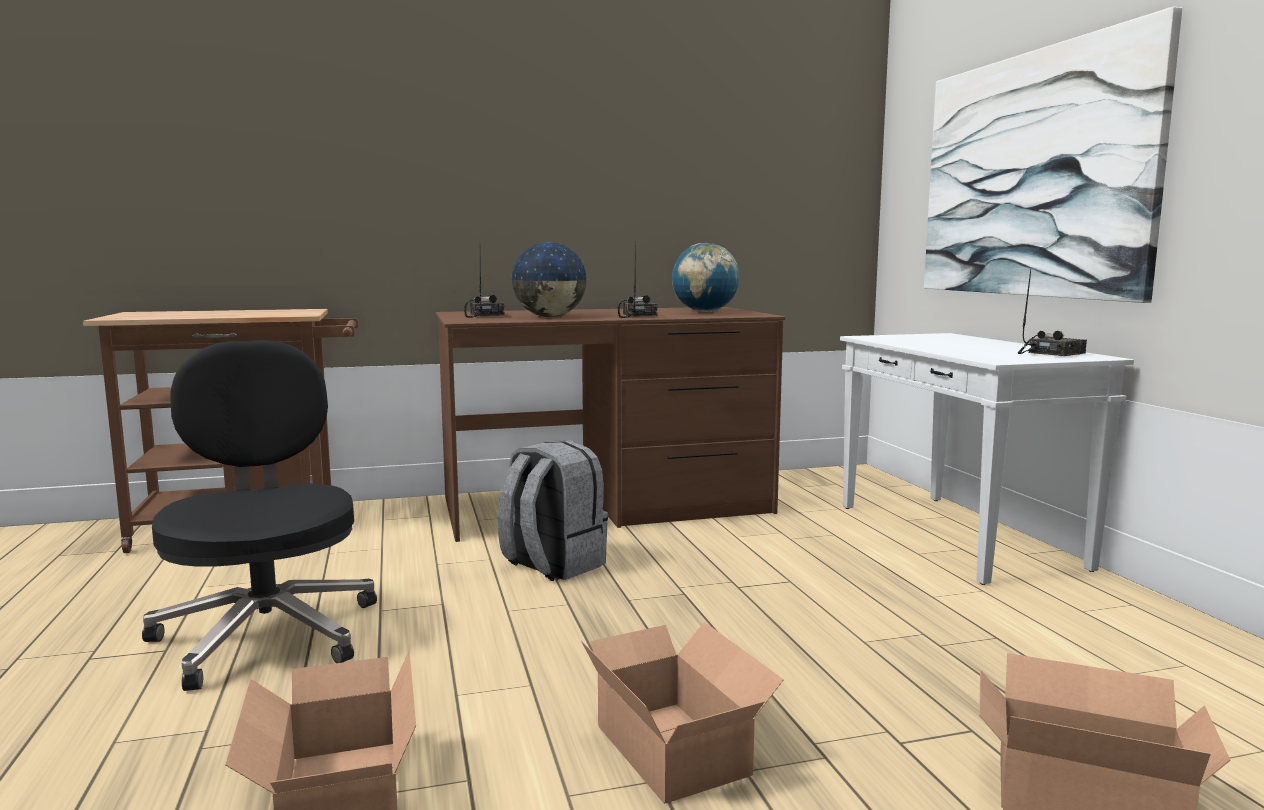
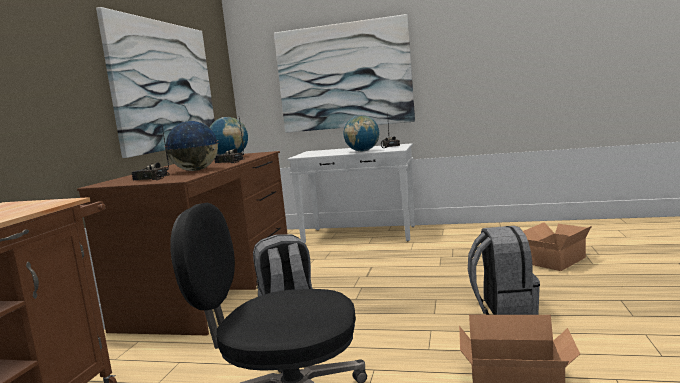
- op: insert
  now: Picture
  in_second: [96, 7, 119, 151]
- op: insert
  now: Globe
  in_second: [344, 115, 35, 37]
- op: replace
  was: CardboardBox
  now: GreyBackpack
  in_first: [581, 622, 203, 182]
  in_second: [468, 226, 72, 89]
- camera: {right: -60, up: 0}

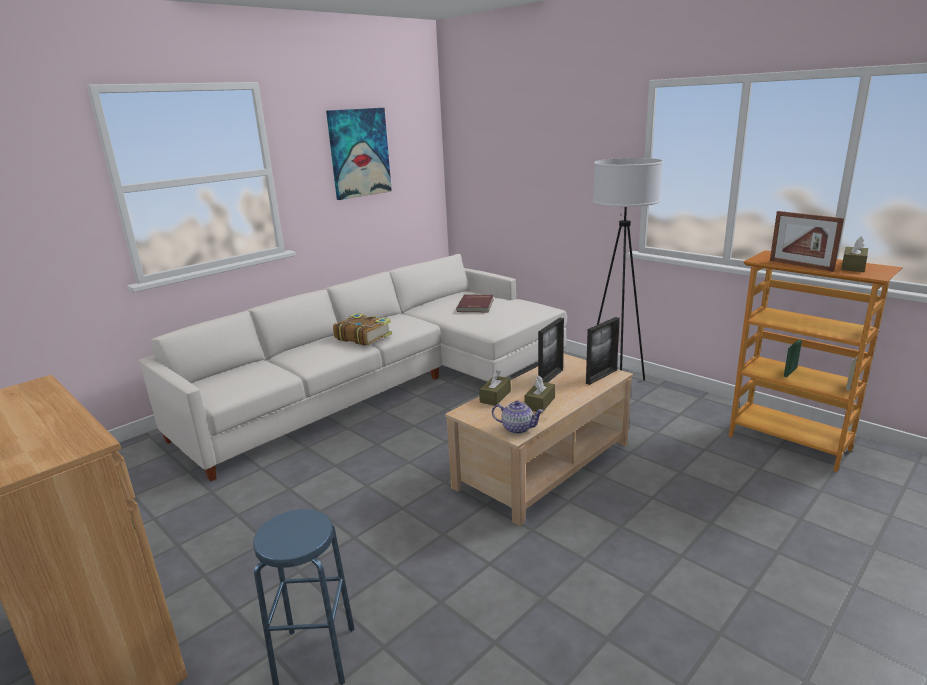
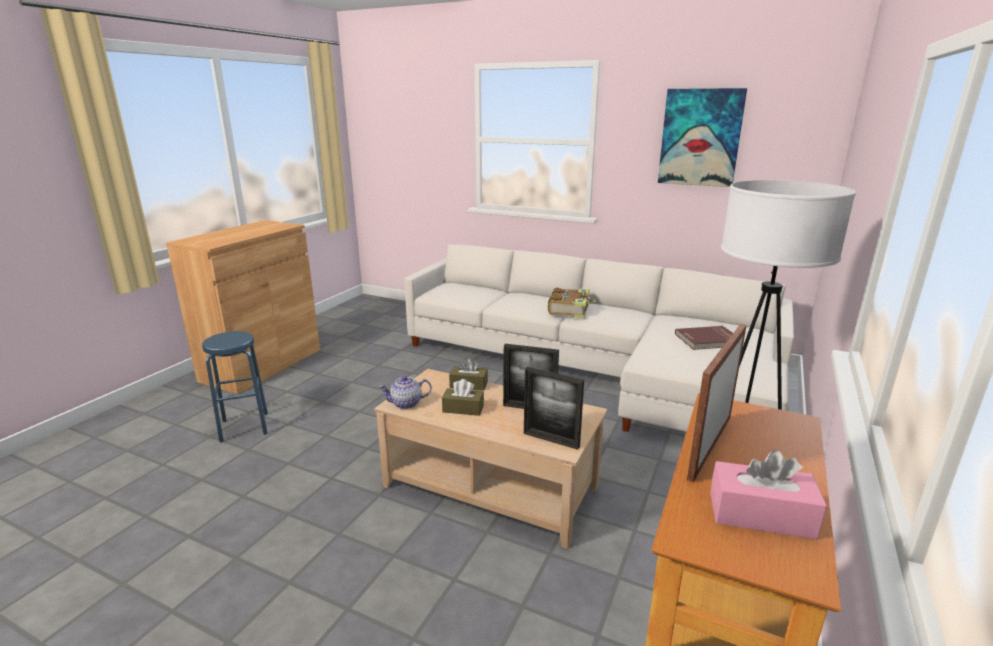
- op: rotate
  was: Teapot
  in_first: [492, 400, 52, 34]
  in_second: [378, 376, 54, 33]
  clockwise: 75
- op: recolor
  was: BrownTissueBox
  now: PinkTissueBox
  in_first: [841, 236, 27, 36]
  in_second: [710, 450, 117, 89]
- camera: {right: 70, up: 0}

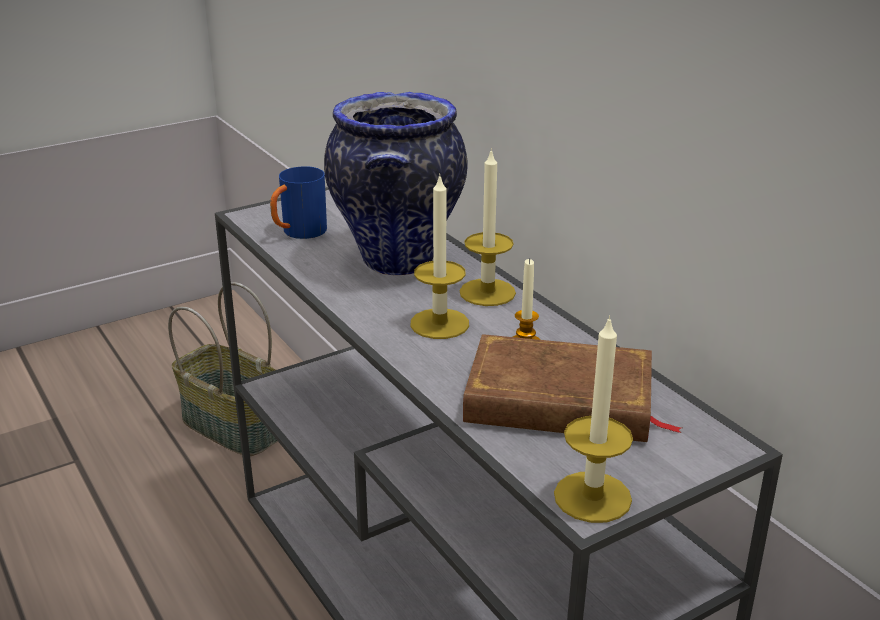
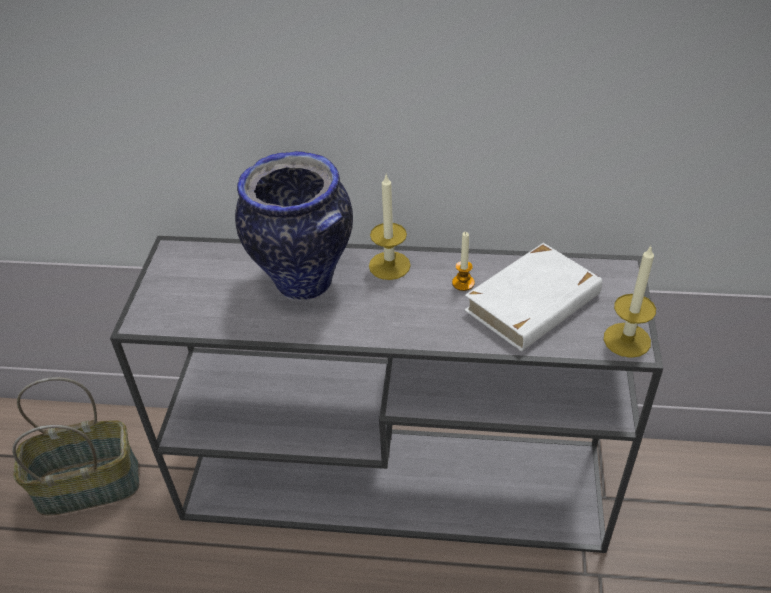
- op: recolor
  was: BrownBook
  now: WhiteBook
  in_first: [463, 334, 218, 108]
  in_second: [465, 243, 137, 108]
- op: delete
  was: BlueMug
  in_first: [270, 166, 57, 73]
- op: delete
  was: Candle
  in_first: [410, 173, 59, 166]
- camera: {right: -50, up: 15}

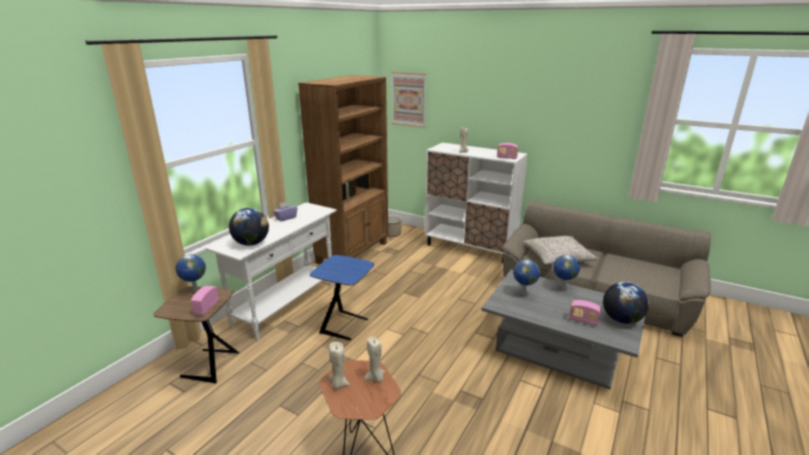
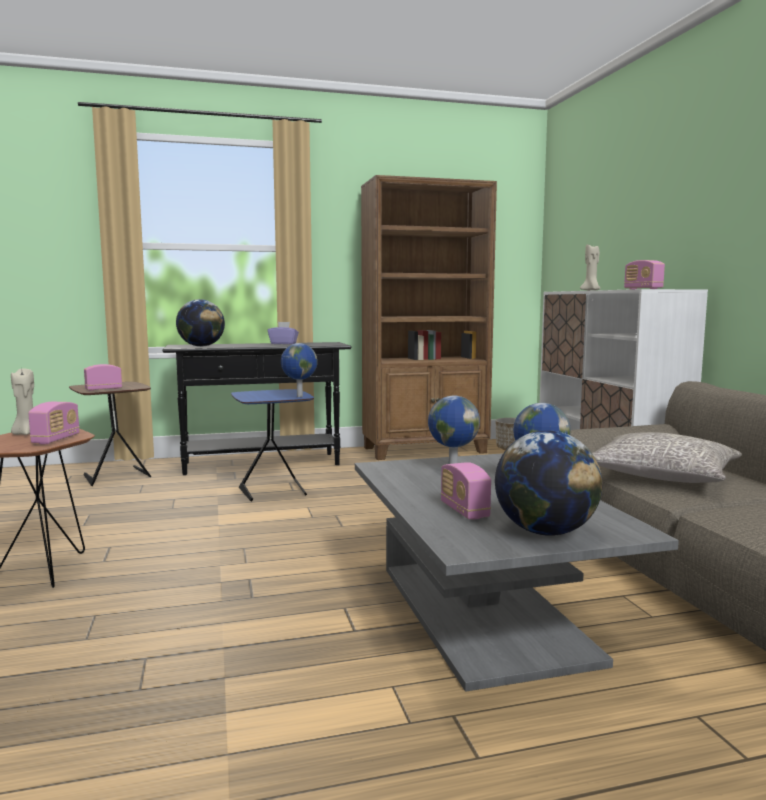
- op: replace
  was: BeigeCandle
  now: Radio
  in_first: [365, 337, 20, 45]
  in_second: [28, 402, 52, 42]
- op: recolor
  was: WhiteConsoleTable
  now: BlackConsoleTable
  in_first: [205, 202, 132, 138]
  in_second: [162, 342, 189, 133]
- op: move
  was: Globe
  in_first: [176, 254, 30, 38]
  in_second: [281, 343, 36, 54]
- op: delete
  was: Picture
  in_first: [391, 72, 35, 56]
- camera: {right: 45, up: -15}

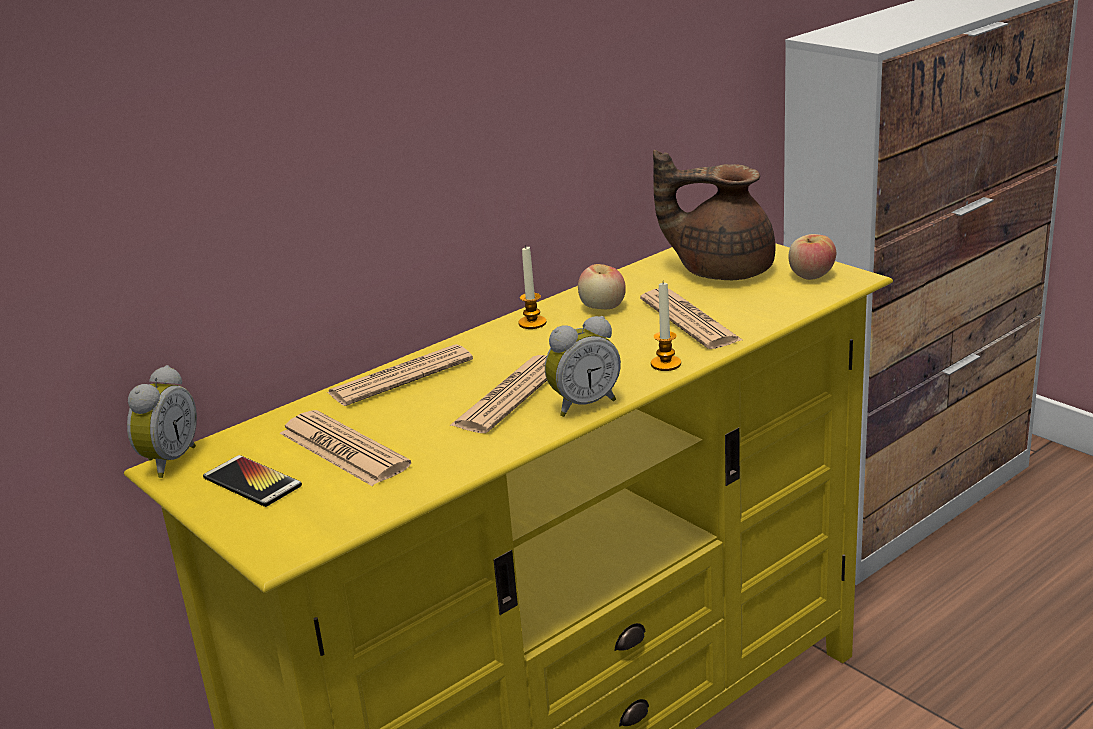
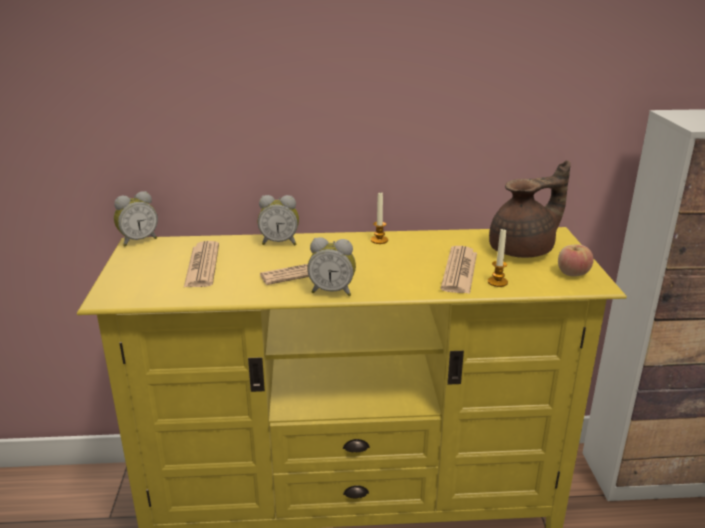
- op: replace
  was: Newspaper
  now: AlarmClock
  in_first: [326, 344, 147, 62]
  in_second: [258, 195, 41, 50]
- op: move
  was: Candle
  in_first: [651, 283, 30, 88]
  in_second: [488, 228, 20, 59]
- op: rotate
  was: BrownTeapot
  in_first: [653, 150, 123, 130]
  in_second: [489, 160, 82, 98]
  clockwise: 105
- op: delete
  was: Phone
  in_first: [203, 455, 99, 52]
- op: delete
  was: Apple
  in_first: [578, 264, 48, 45]
- camera: {right: 35, up: 0}

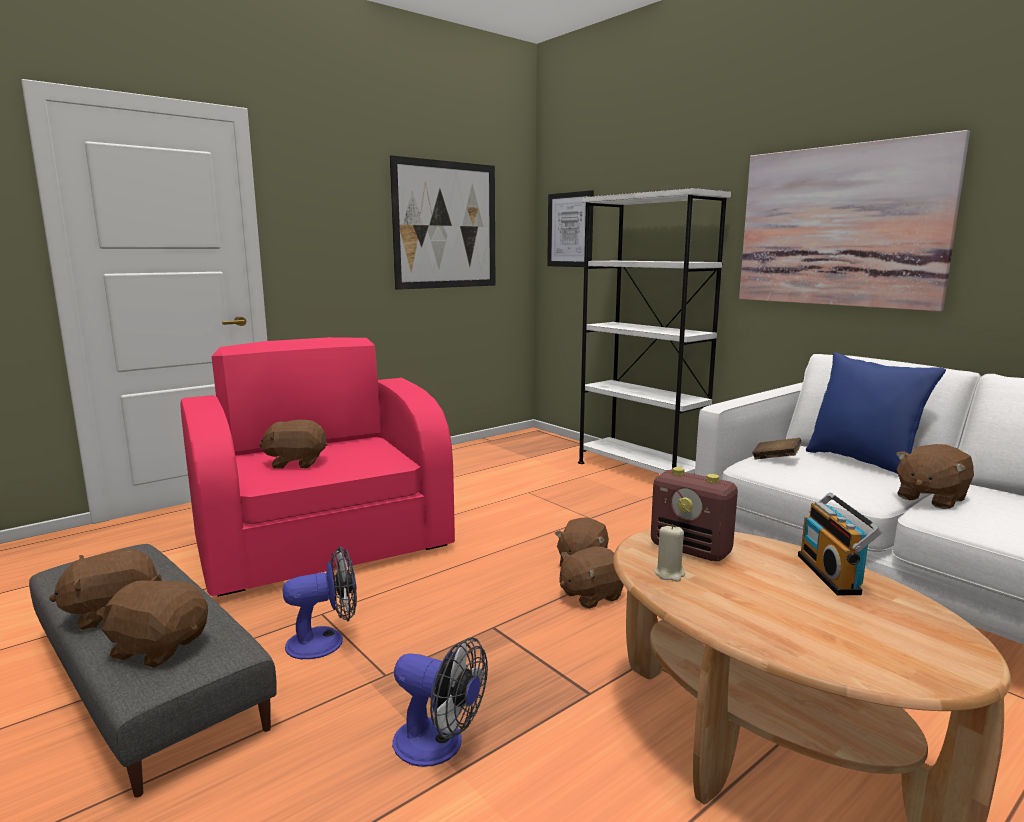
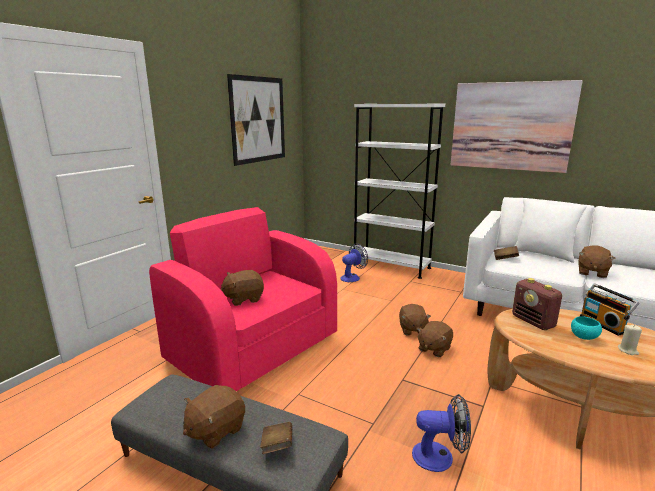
- op: replace
  was: BrownPlushToy
  now: BrownBook
  in_first: [96, 574, 112, 94]
  in_second: [260, 422, 32, 32]
- op: move
  was: Fan
  in_first: [283, 546, 74, 113]
  in_second: [340, 244, 28, 38]
- op: rotate
  was: Radio
  in_first: [651, 467, 87, 94]
  in_second: [512, 278, 50, 52]
  clockwise: 45
- op: recolor
  was: BluePillow
  now: WhitePillow
  in_first: [806, 352, 140, 122]
  in_second: [515, 198, 72, 65]
- op: insert
  now: TurquoiseBowl
  in_second: [571, 316, 31, 24]
- op: move
  was: BeigeCandle
  in_first: [654, 525, 31, 57]
  in_second: [618, 325, 24, 30]
- op: delete
  was: Picture
  in_first: [547, 190, 47, 77]
- camera: {right: -20, up: 5}

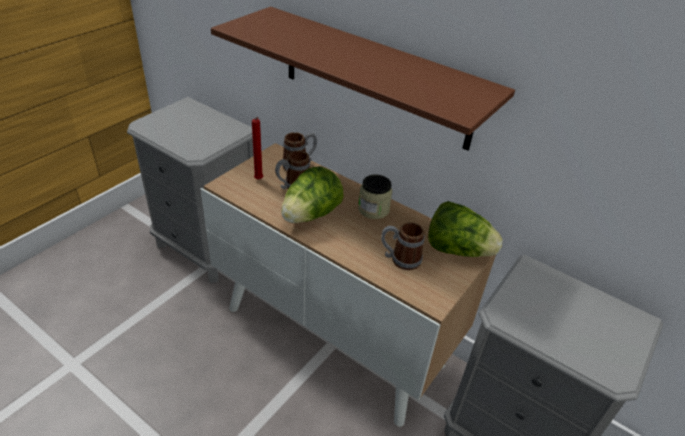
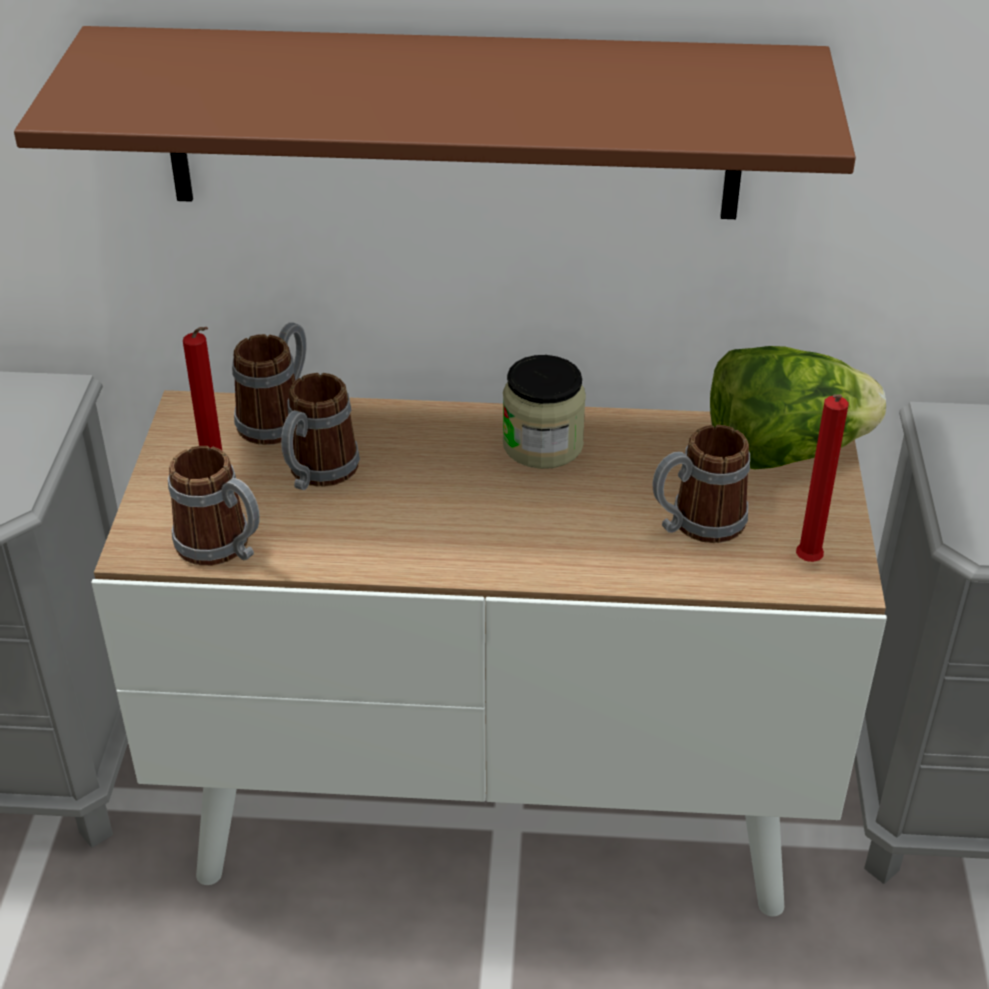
- op: insert
  now: Mug
  in_second: [168, 446, 92, 120]
- op: insert
  now: RedCandle
  in_second: [796, 394, 53, 168]
- op: delete
  was: Lettuce
  in_first: [281, 166, 63, 57]
- camera: {right: -30, up: 0}

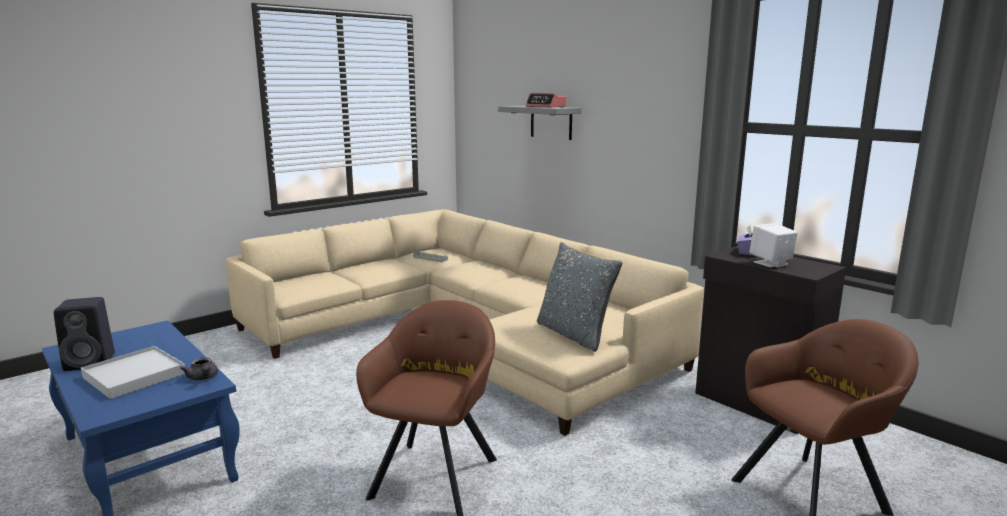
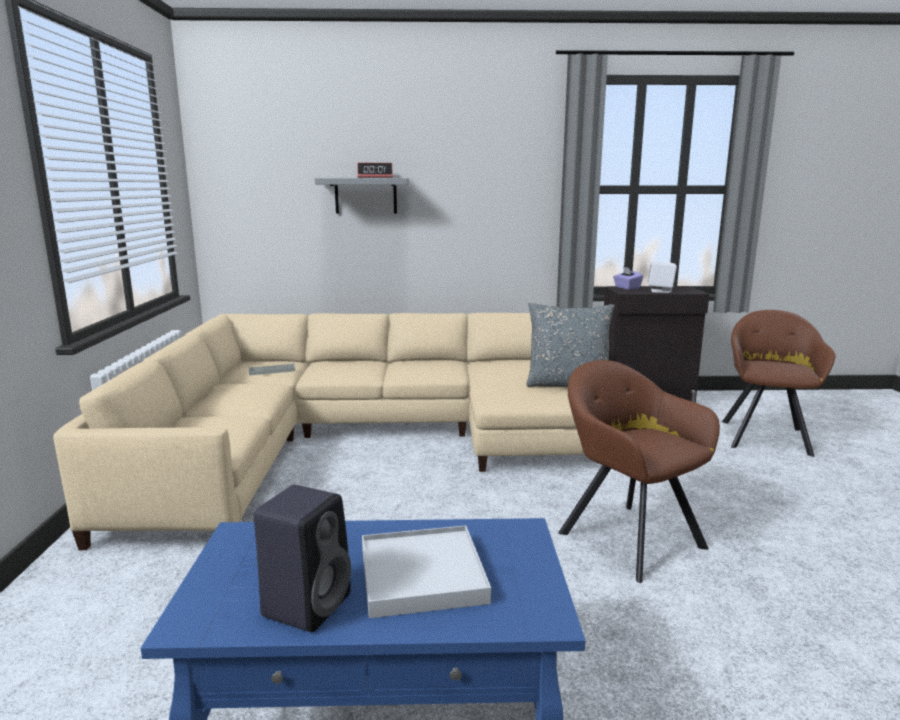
- op: delete
  was: GreyTeapot
  in_first: [180, 357, 38, 23]
- camera: {right: -50, up: 0}

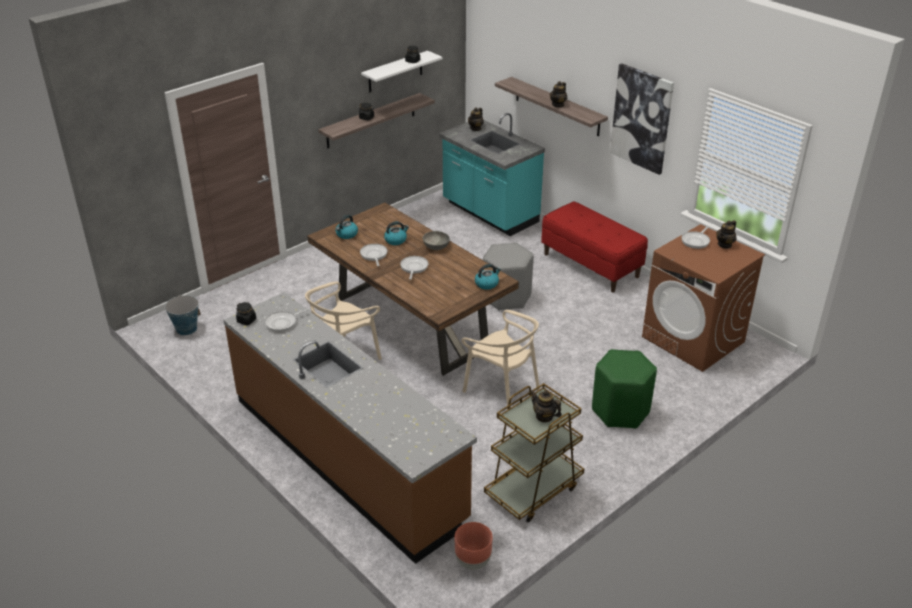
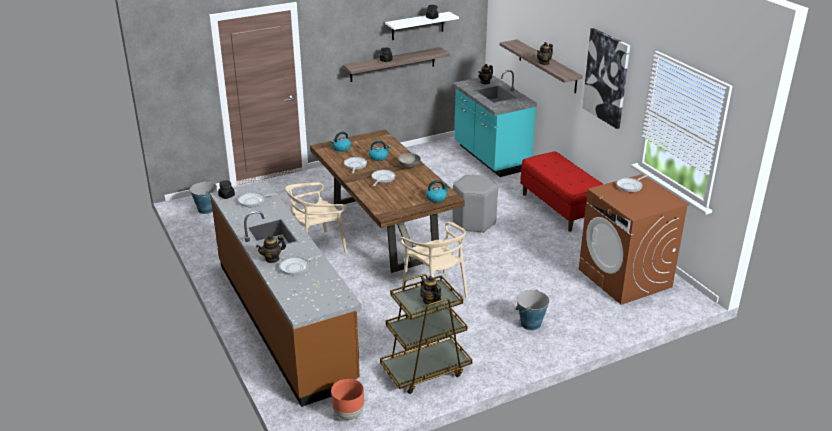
- op: move
  was: Teapot
  in_first: [716, 220, 21, 29]
  in_second: [256, 235, 30, 28]
- op: insert
  now: FryingPan
  in_second: [280, 255, 42, 20]
- op: replace
  was: GreenStool
  now: Bucket
  in_first: [592, 349, 65, 80]
  in_second: [515, 289, 35, 41]
- camera: {right: 15, up: -5}

